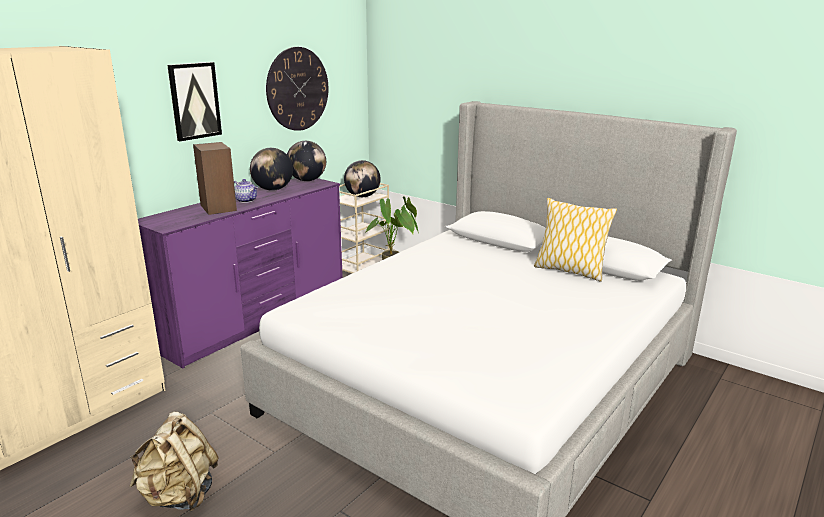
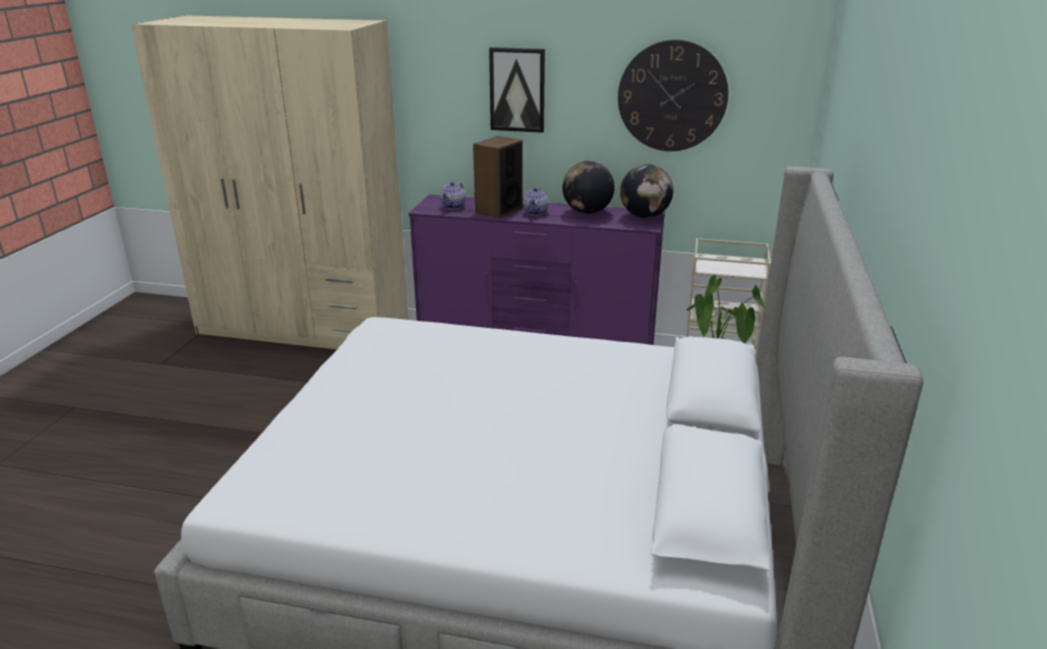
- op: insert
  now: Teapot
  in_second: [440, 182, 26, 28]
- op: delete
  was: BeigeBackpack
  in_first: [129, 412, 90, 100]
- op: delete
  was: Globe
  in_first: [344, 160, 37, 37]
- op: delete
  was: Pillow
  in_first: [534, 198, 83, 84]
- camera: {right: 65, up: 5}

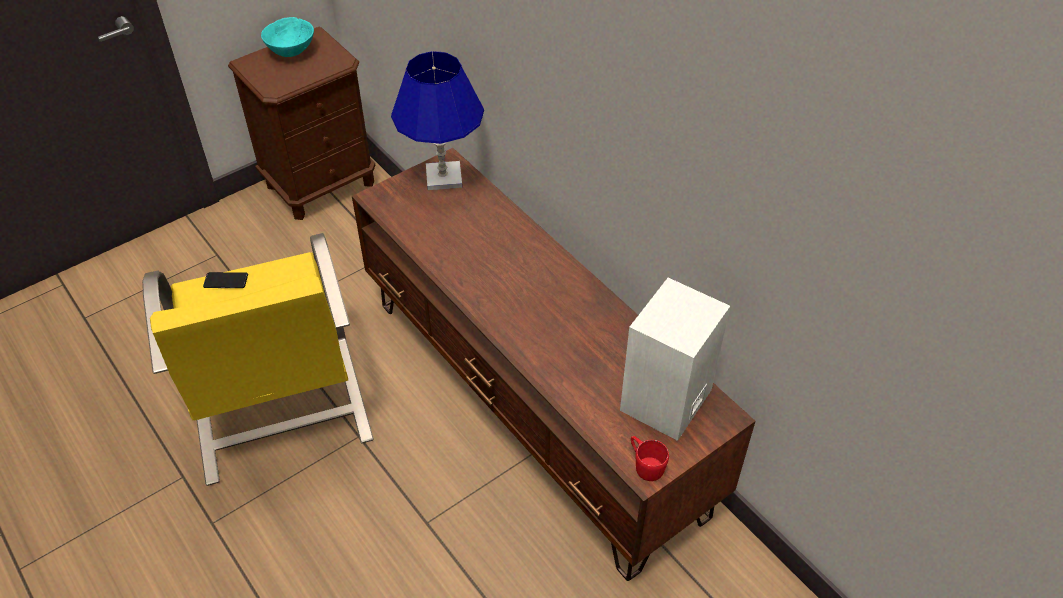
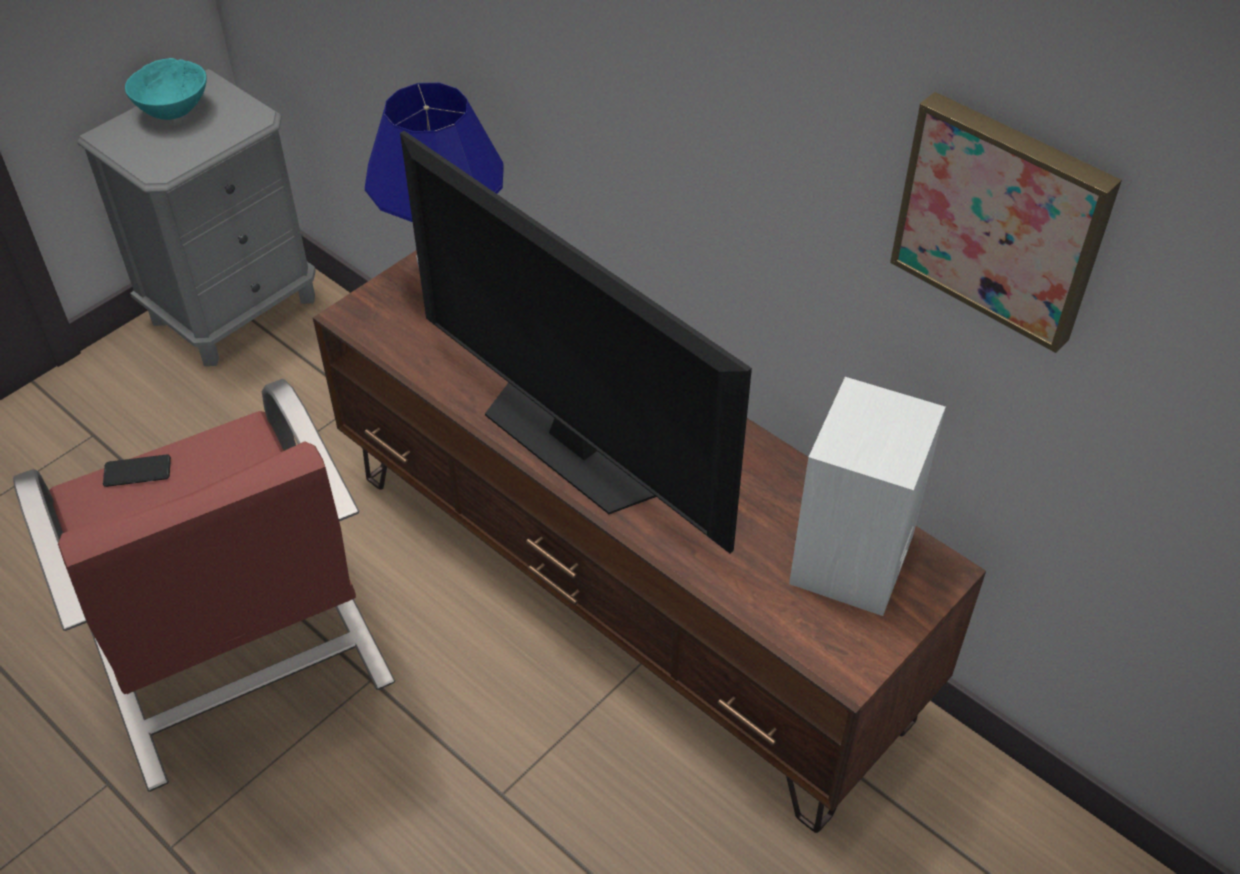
- op: recolor
  was: YellowArmchair
  now: RedArmchair
  in_first: [142, 233, 232, 253]
  in_second: [13, 379, 382, 413]
- op: recolor
  was: BrownNightstand
  now: GreyNightstand
  in_first: [228, 26, 148, 194]
  in_second: [77, 69, 239, 297]
- op: insert
  now: Television
  in_second: [400, 131, 352, 422]
- op: insert
  now: Picture
  in_second: [890, 92, 232, 261]
- op: delete
  was: RedMug
  in_first: [631, 436, 38, 45]
- camera: {right: -10, up: 0}

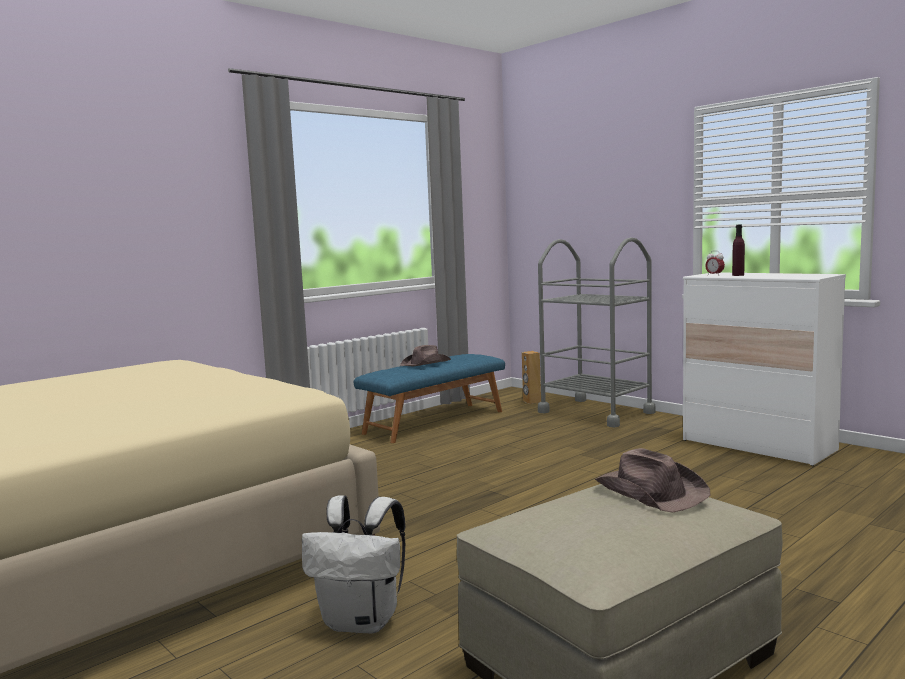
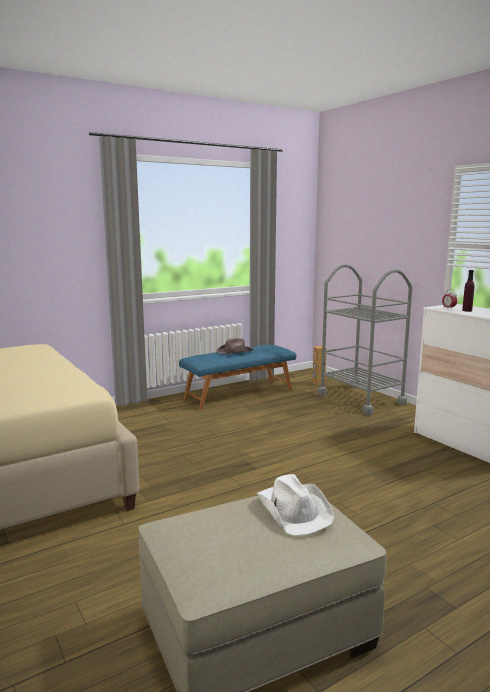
- op: recolor
  was: BrownHat
  now: WhiteHat
  in_first: [595, 448, 115, 65]
  in_second: [256, 474, 78, 62]
- op: delete
  was: WhiteBackpack
  in_first: [302, 495, 104, 139]
- camera: {right: 10, up: 5}

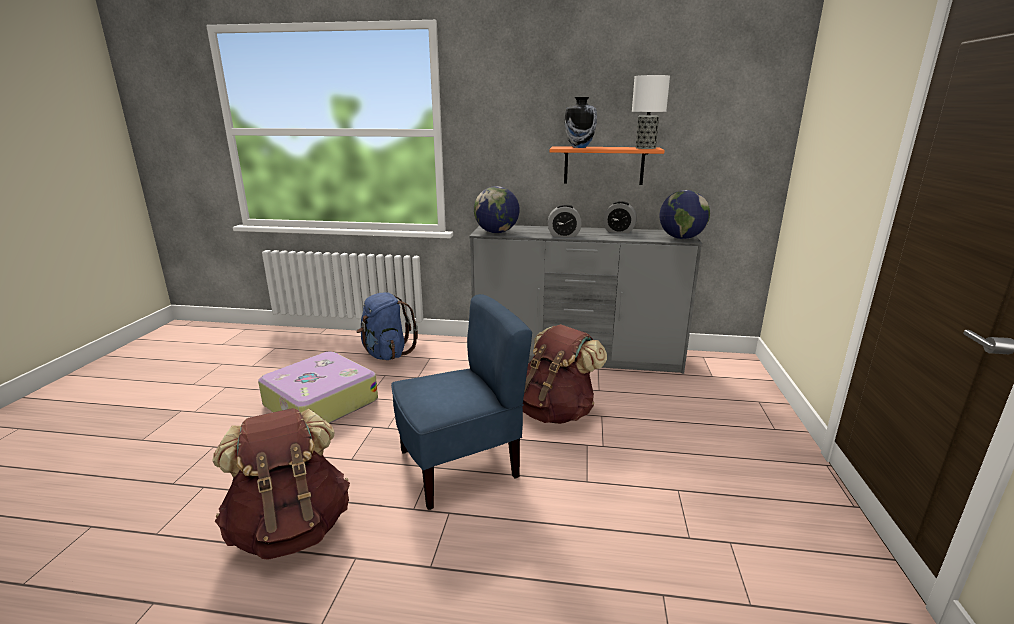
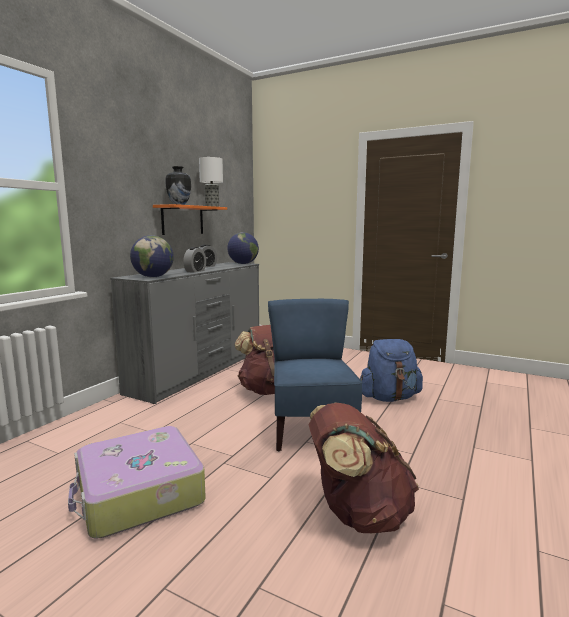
- op: move
  was: BlueBackpack
  in_first: [356, 292, 62, 68]
  in_second: [360, 339, 63, 63]
- camera: {right: -70, up: -10}

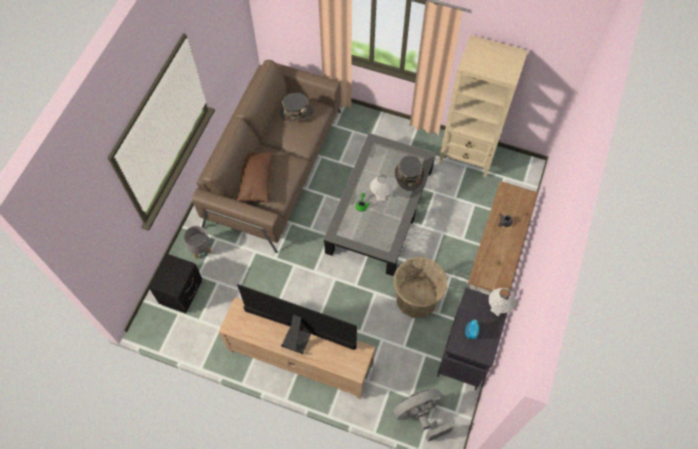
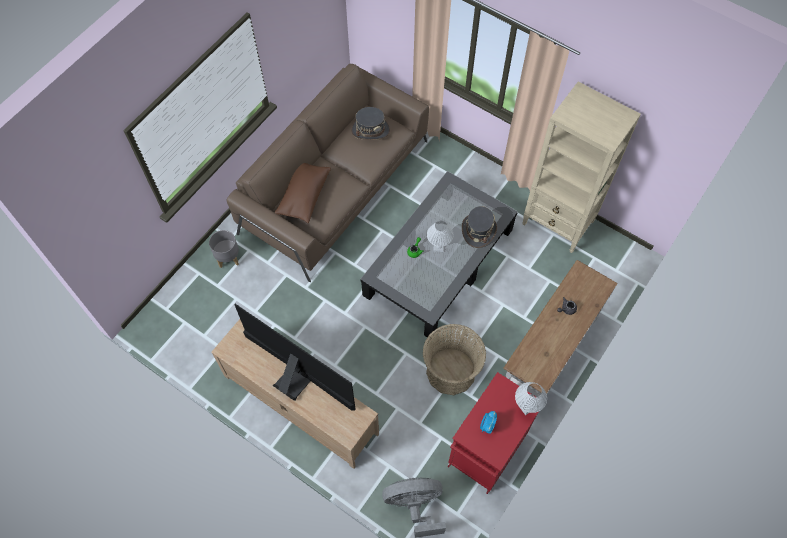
- op: recolor
  was: BlackCabinet
  now: RedCabinet
  in_first: [437, 288, 70, 102]
  in_second: [448, 372, 91, 122]
- op: delete
  was: BlackNightstand
  in_first: [148, 253, 54, 60]
- camera: {right: 15, up: 0}

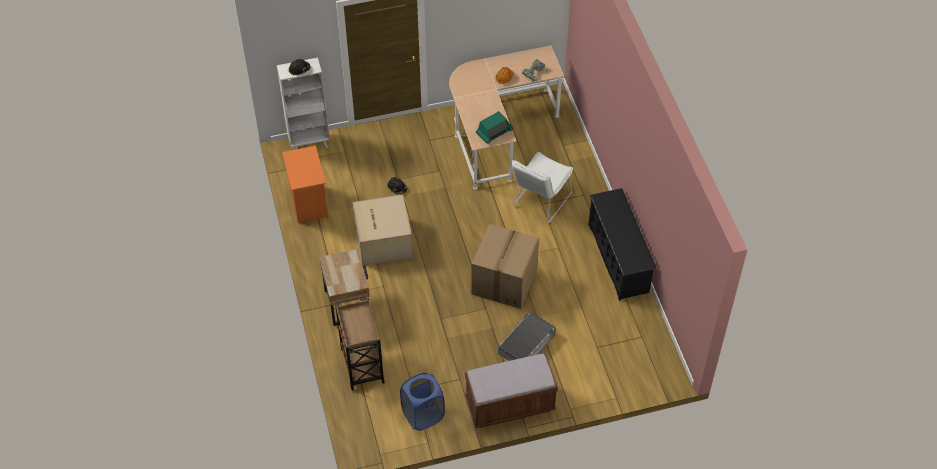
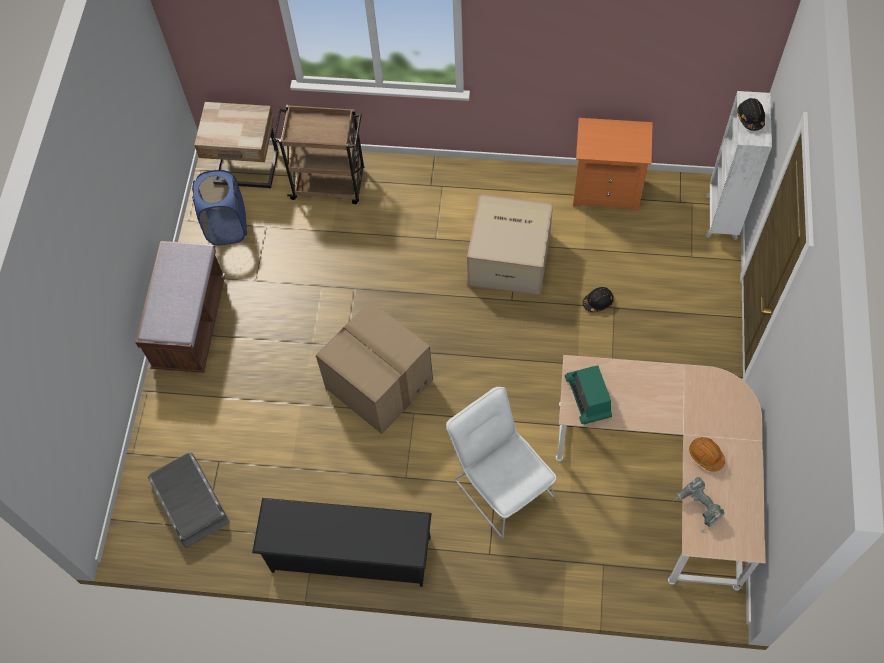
- op: move
  was: GreyStorageBox
  in_first: [498, 312, 58, 49]
  in_second: [148, 453, 82, 95]
- op: move
  was: BeigeNightstand
  in_first: [319, 249, 51, 77]
  in_second: [194, 102, 85, 86]
- camera: {right: 115, up: 10}

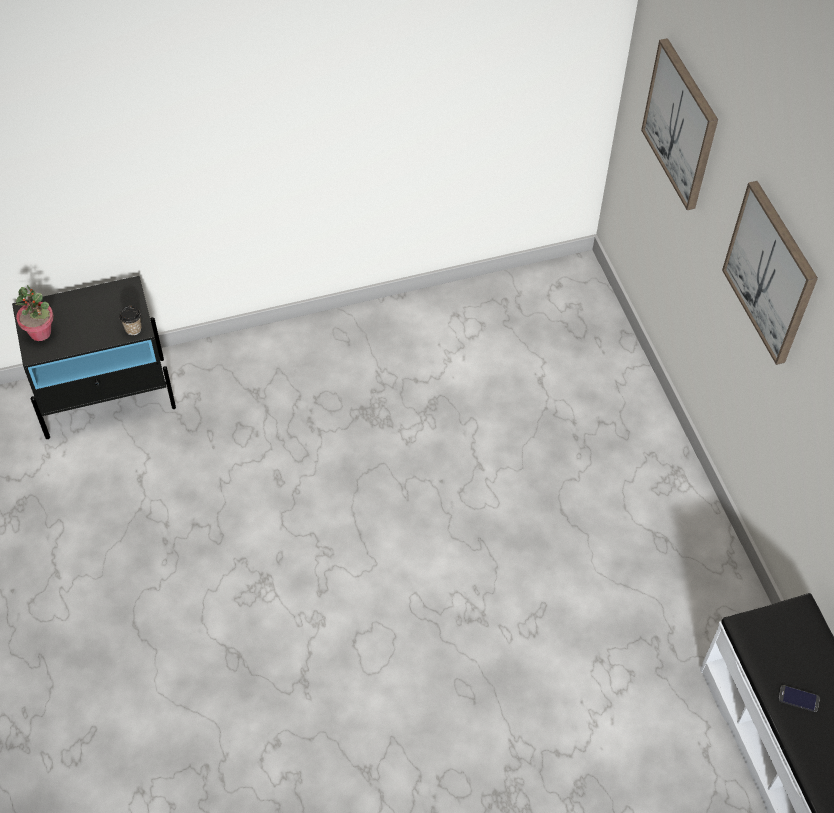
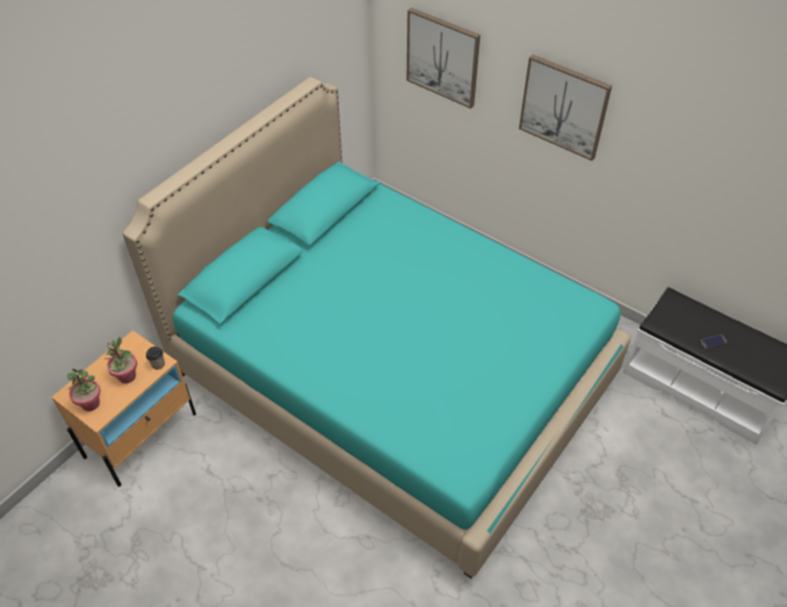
- op: recolor
  was: BlackNightstand
  now: BeigeNightstand
  in_first: [12, 276, 164, 163]
  in_second: [52, 330, 144, 157]
- op: insert
  now: PottedPlant
  in_second: [103, 337, 34, 46]
- op: insert
  now: TurquoiseBed
  in_second: [122, 77, 509, 501]
- camera: {right: -35, up: -5}

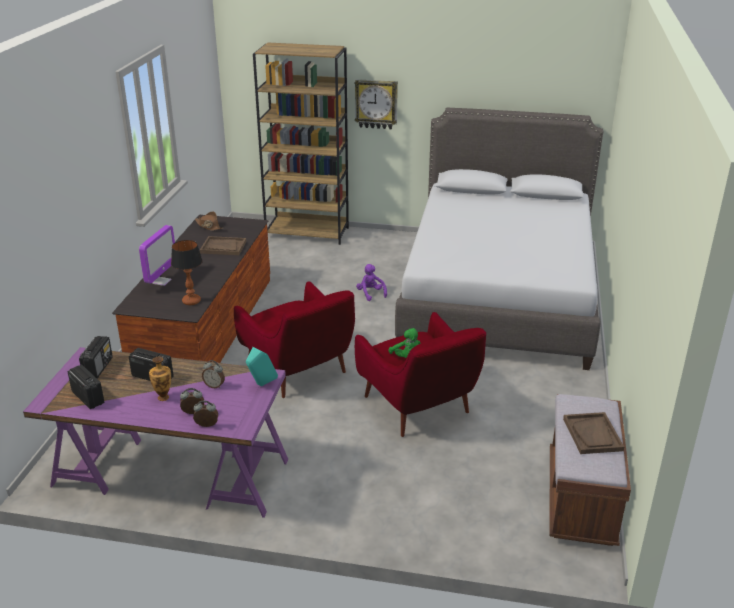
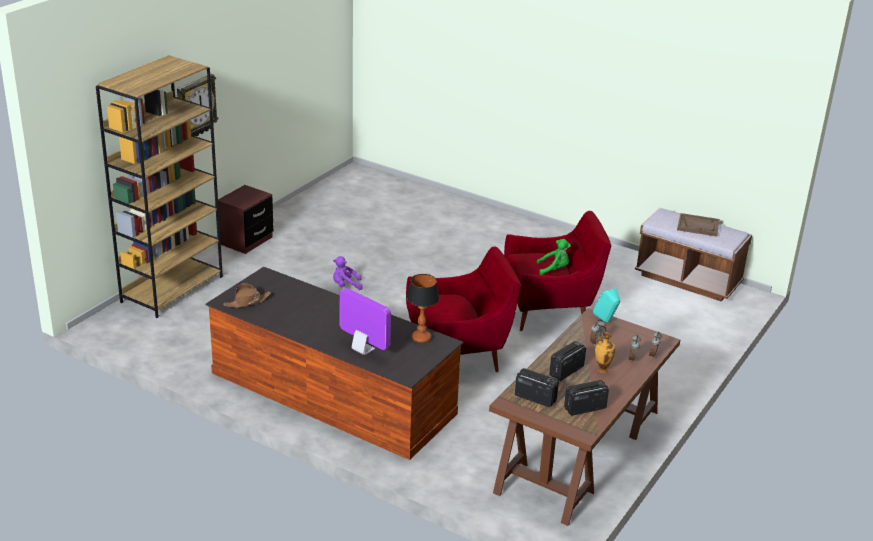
- op: insert
  now: BrownNightstand
  in_second: [218, 185, 56, 69]
- op: recolor
  was: PurpleDesk
  now: BrownDesk
  in_first: [23, 347, 265, 171]
  in_second: [489, 308, 191, 218]
- op: delete
  was: BrownTray
  in_first: [200, 236, 46, 19]
- op: delete
  was: GreyBed
  in_first: [395, 108, 208, 262]
- camera: {right: -70, up: 0}

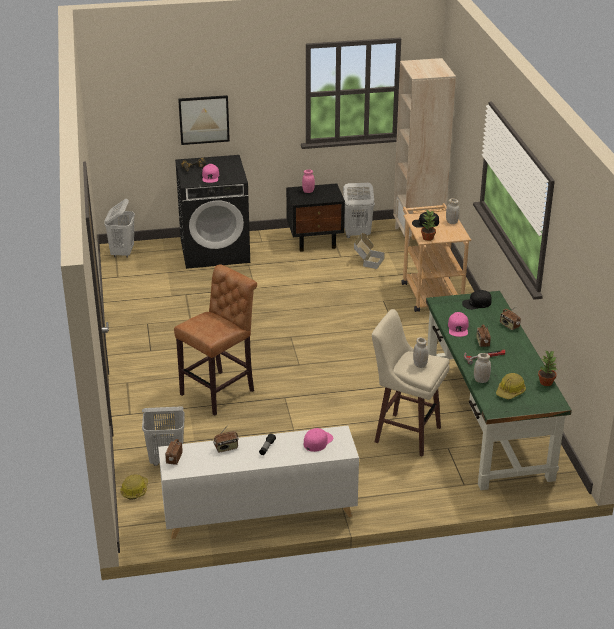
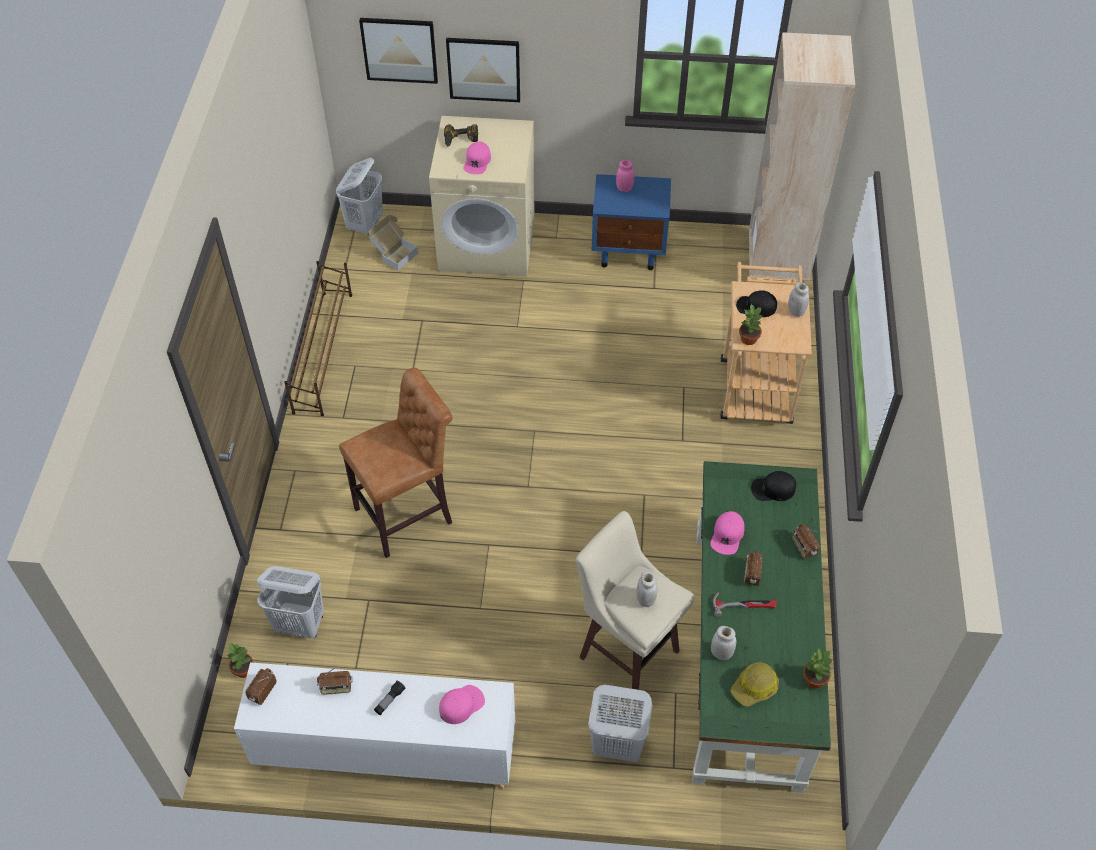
- op: replace
  was: HardHat
  now: PottedPlant
  in_first: [120, 474, 28, 26]
  in_second: [228, 643, 26, 35]
- op: insert
  now: BrownShoeRack
  in_second: [284, 261, 68, 155]
- op: insert
  now: Picture
  in_second: [359, 18, 79, 66]
- op: move
  was: CardboardBox
  in_first: [354, 233, 31, 36]
  in_second: [369, 214, 49, 57]
- op: recolor
  was: BlackWashingMachine
  now: BeigeWashingMachine
  in_first: [175, 155, 75, 114]
  in_second: [429, 116, 106, 160]
- op: move
  was: WhiteLaundryBasket
  in_first: [343, 183, 32, 55]
  in_second: [588, 684, 64, 78]
- op: recolor
  was: BlackNightstand
  now: BlueNightstand
  in_first: [286, 183, 59, 69]
  in_second: [592, 174, 79, 96]
- camera: {right: 15, up: 20}

